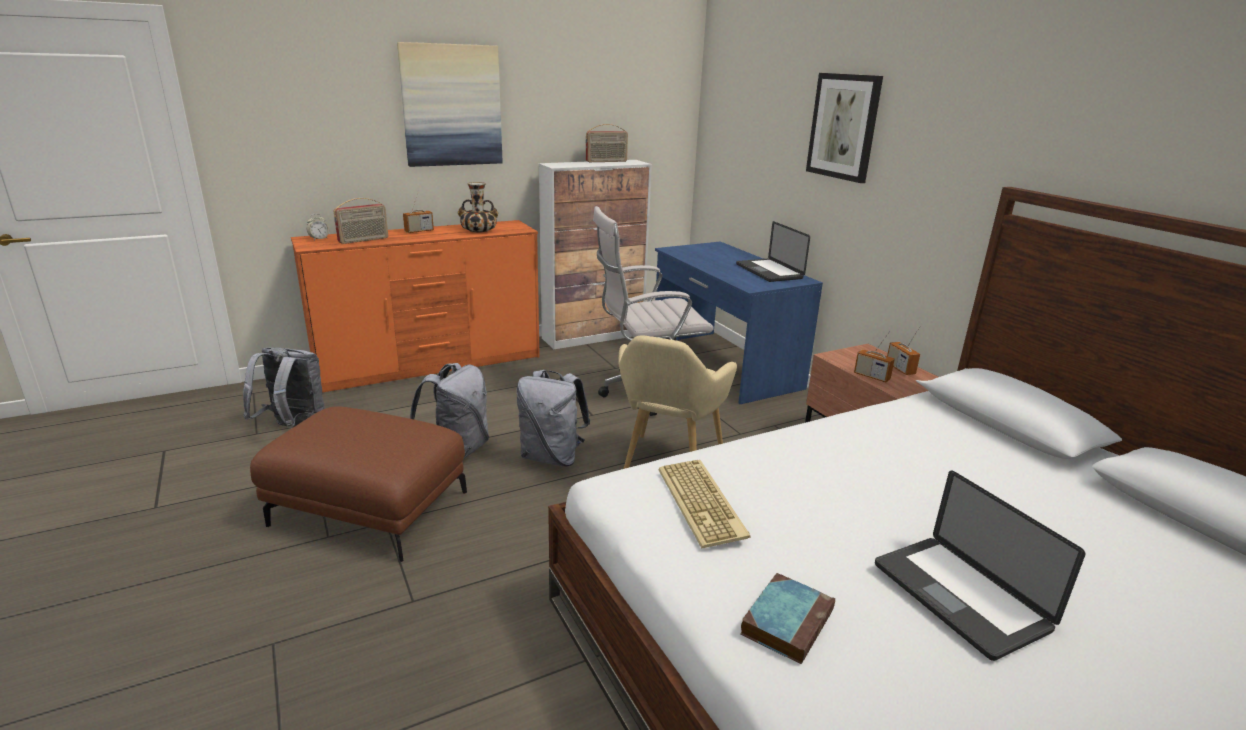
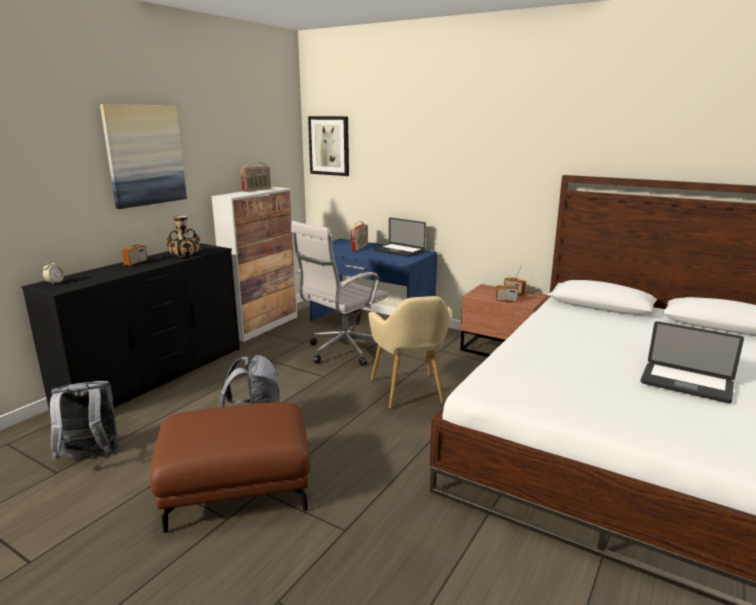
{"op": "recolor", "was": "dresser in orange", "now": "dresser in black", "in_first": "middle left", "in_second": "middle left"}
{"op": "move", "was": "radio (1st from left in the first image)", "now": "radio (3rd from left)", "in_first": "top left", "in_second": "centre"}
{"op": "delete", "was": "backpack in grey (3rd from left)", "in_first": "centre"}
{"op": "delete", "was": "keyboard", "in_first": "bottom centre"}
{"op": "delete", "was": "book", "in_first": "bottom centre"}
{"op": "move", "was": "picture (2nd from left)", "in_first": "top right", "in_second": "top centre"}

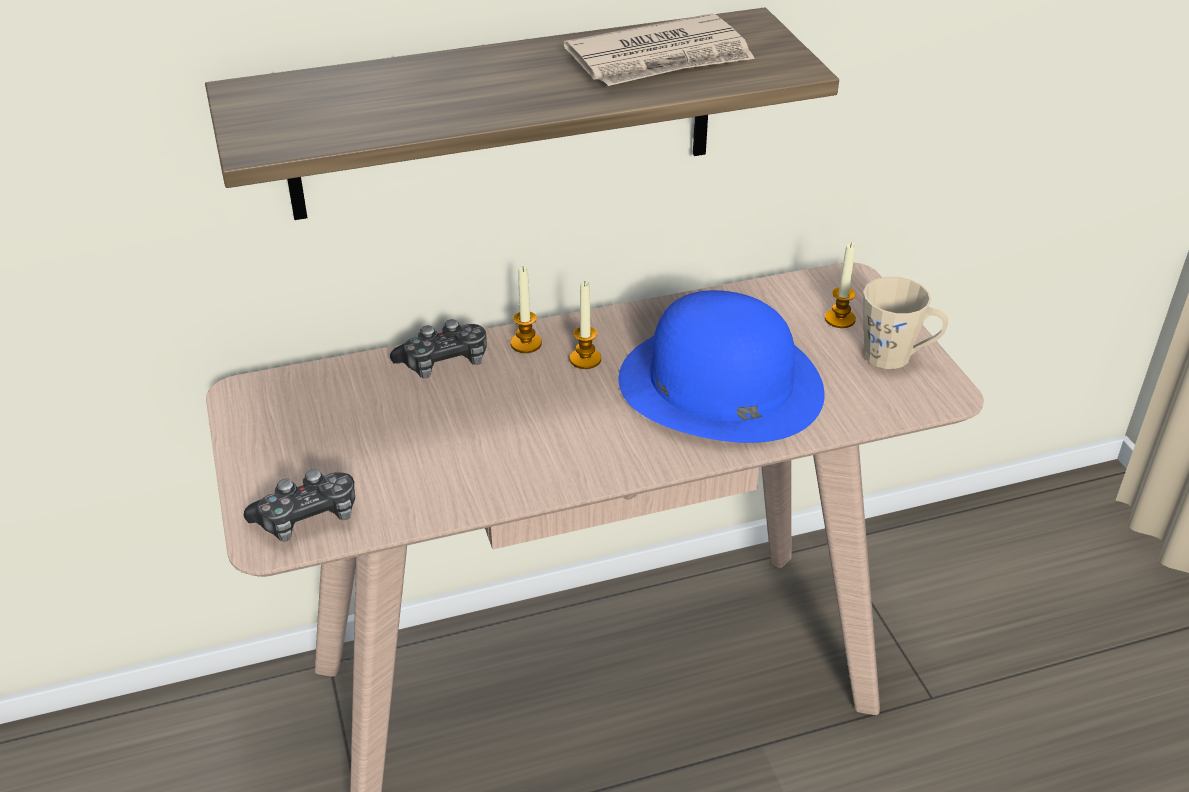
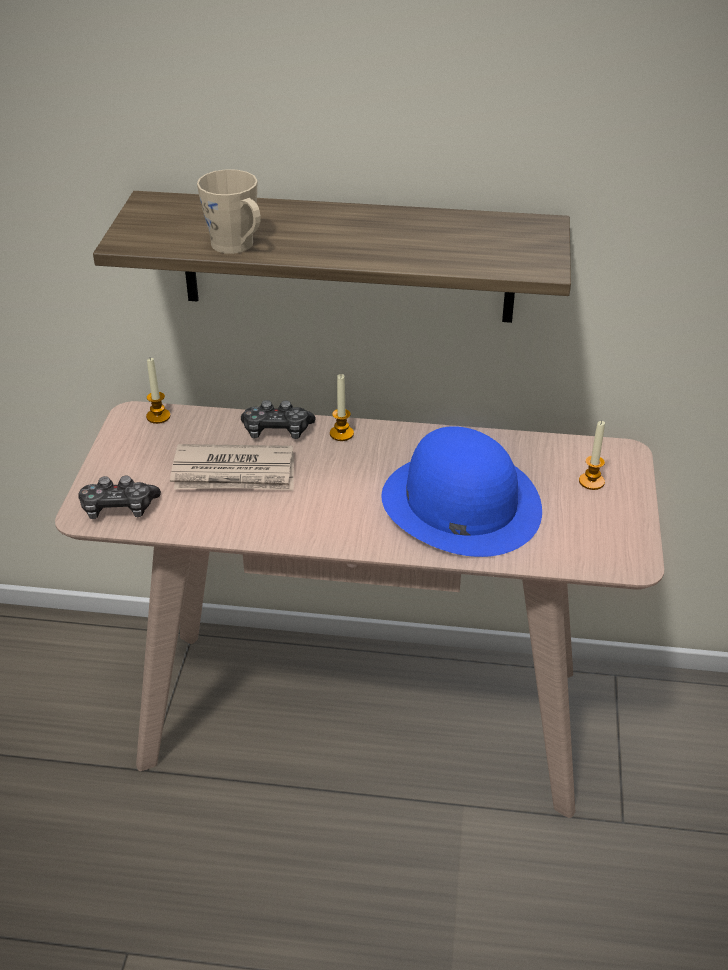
{"op": "move", "was": "newspaper", "in_first": "top centre", "in_second": "middle left"}
{"op": "move", "was": "candle (2nd from left in the first image)", "now": "candle (1st from left)", "in_first": "centre", "in_second": "middle left"}
{"op": "move", "was": "mug in beige", "in_first": "middle right", "in_second": "top left"}

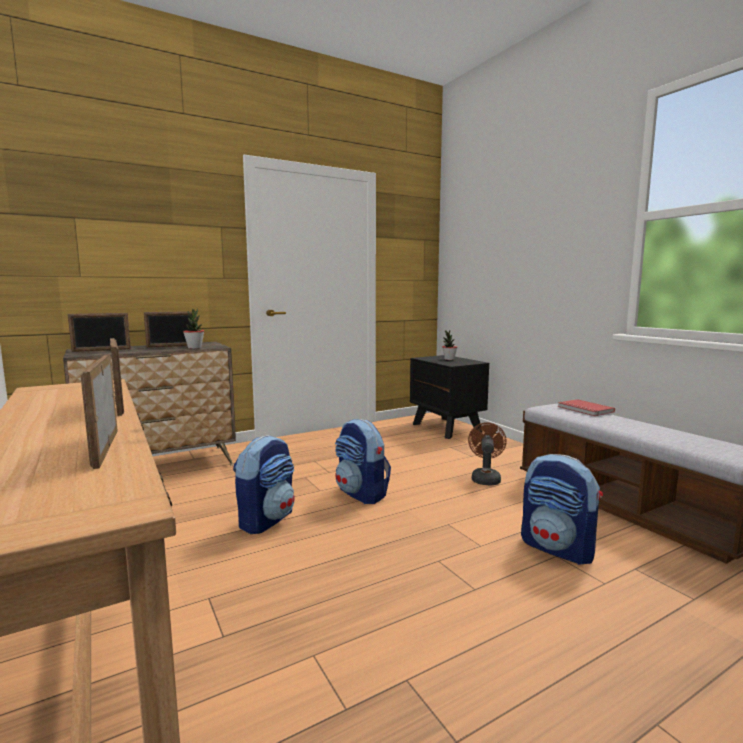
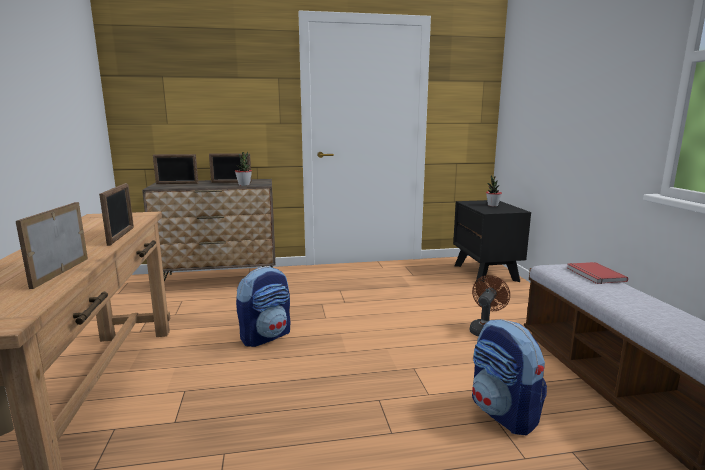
{"op": "delete", "was": "backpack (2nd from left)", "in_first": "centre"}

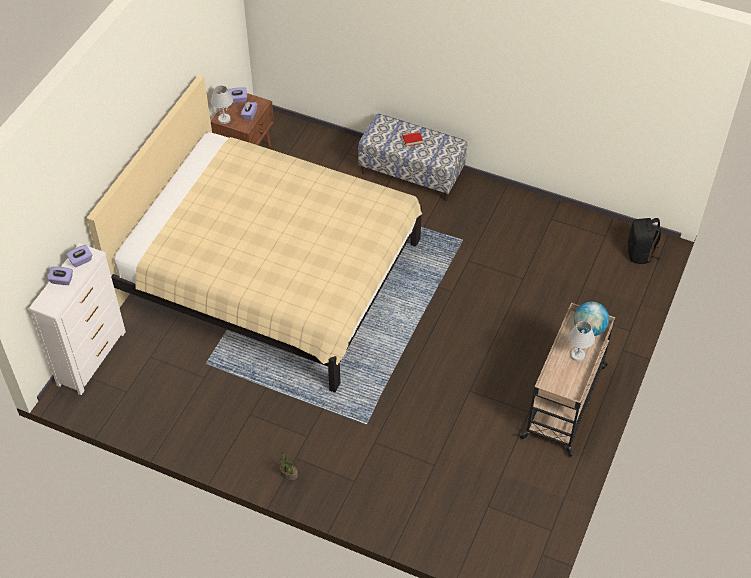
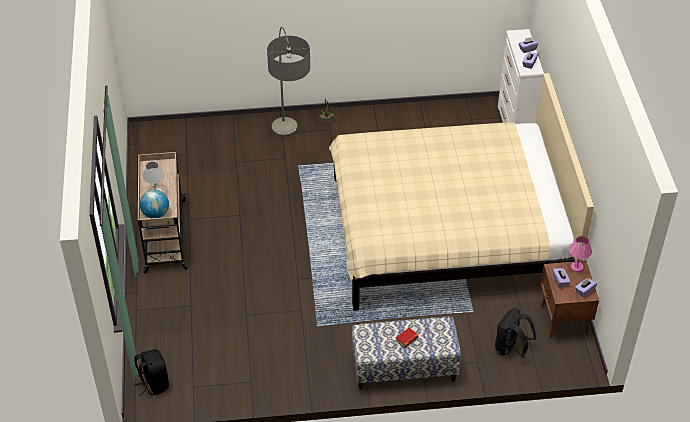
{"op": "recolor", "was": "table lamp in white (1st from left)", "now": "table lamp in pink", "in_first": "top left", "in_second": "middle right"}
{"op": "insert", "now": "floor lamp", "in_second": "top centre"}
{"op": "insert", "now": "backpack in black (2nd from left)", "in_second": "bottom right"}

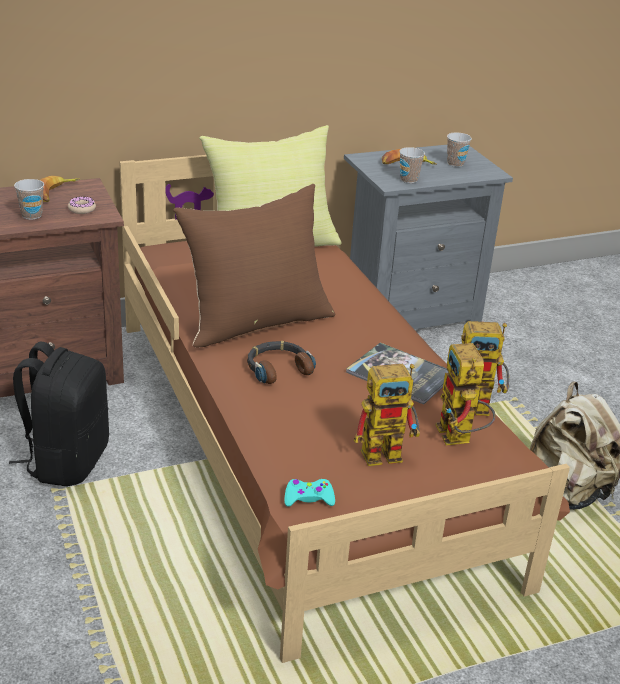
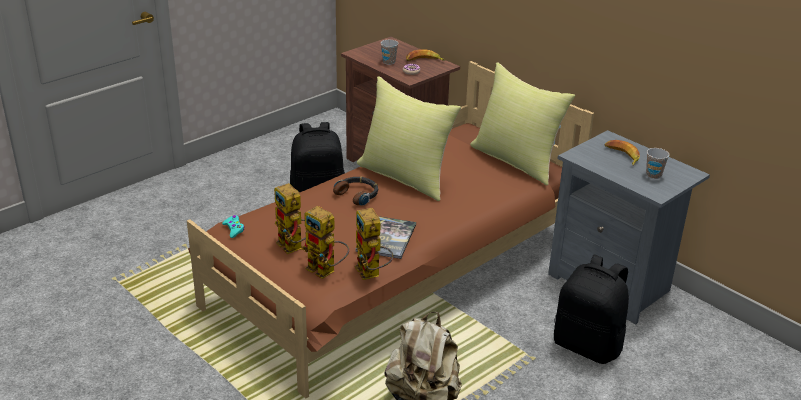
{"op": "recolor", "was": "pillow in brown", "now": "pillow in yellow (1st from left)", "in_first": "centre", "in_second": "centre"}
{"op": "delete", "was": "cup (2nd from left)", "in_first": "top centre"}
{"op": "rotate", "was": "toy robot (2nd from left)", "in_first": "middle right", "in_second": "centre", "clockwise": -105}
{"op": "insert", "now": "backpack in black (2nd from left)", "in_second": "bottom right"}

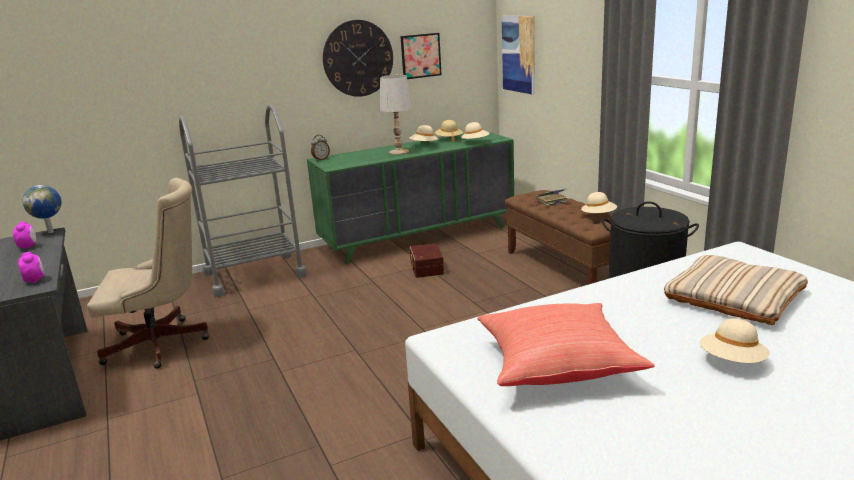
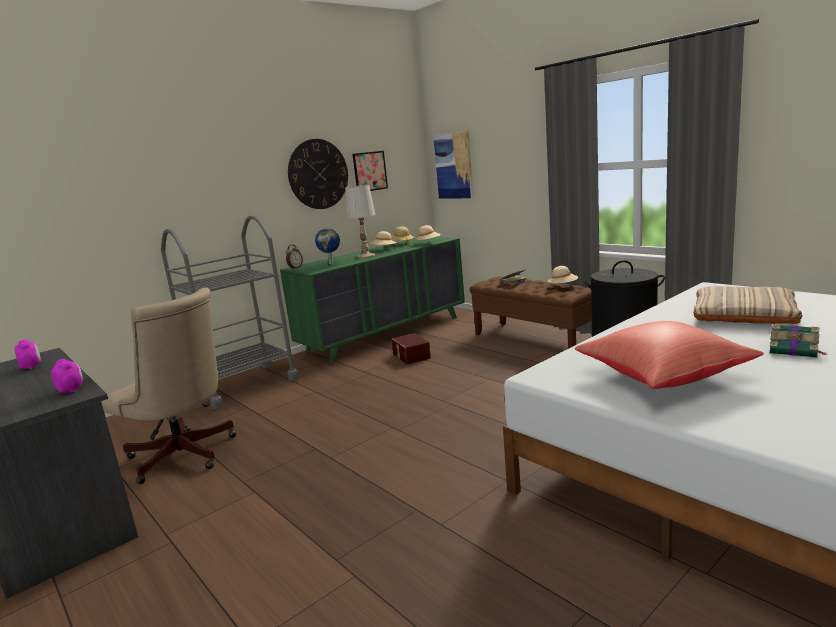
{"op": "move", "was": "globe", "in_first": "middle left", "in_second": "centre"}
{"op": "rotate", "was": "office chair in beige", "in_first": "middle left", "in_second": "middle left", "clockwise": 60}
{"op": "replace", "was": "hat in beige (5th from left)", "now": "book (2nd from left)", "in_first": "bottom right", "in_second": "middle right"}

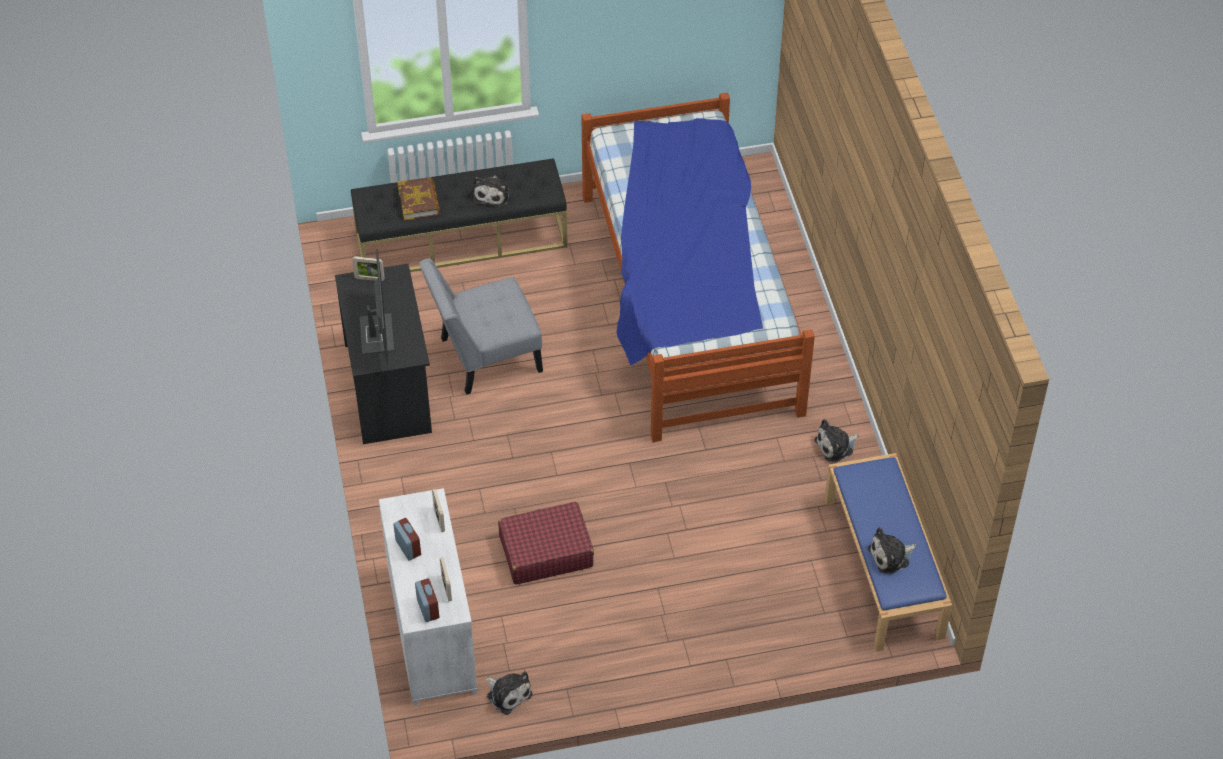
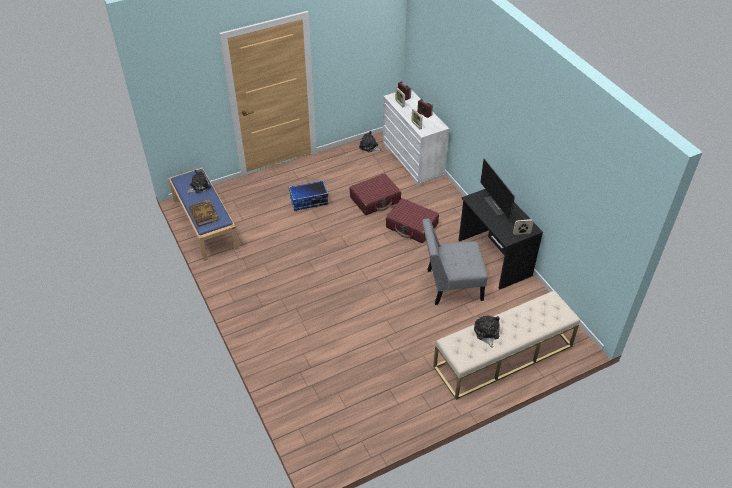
{"op": "recolor", "was": "bench in black", "now": "bench in beige", "in_first": "top centre", "in_second": "bottom right"}
{"op": "move", "was": "book", "in_first": "top centre", "in_second": "middle left"}
{"op": "rotate", "was": "chair in grey", "in_first": "centre", "in_second": "centre", "clockwise": -150}
{"op": "delete", "was": "bed", "in_first": "centre"}
{"op": "delete", "was": "plush toy (3rd from left)", "in_first": "middle right"}
{"op": "insert", "now": "storage box", "in_second": "centre"}
{"op": "insert", "now": "suitcase in red (2nd from left)", "in_second": "centre"}

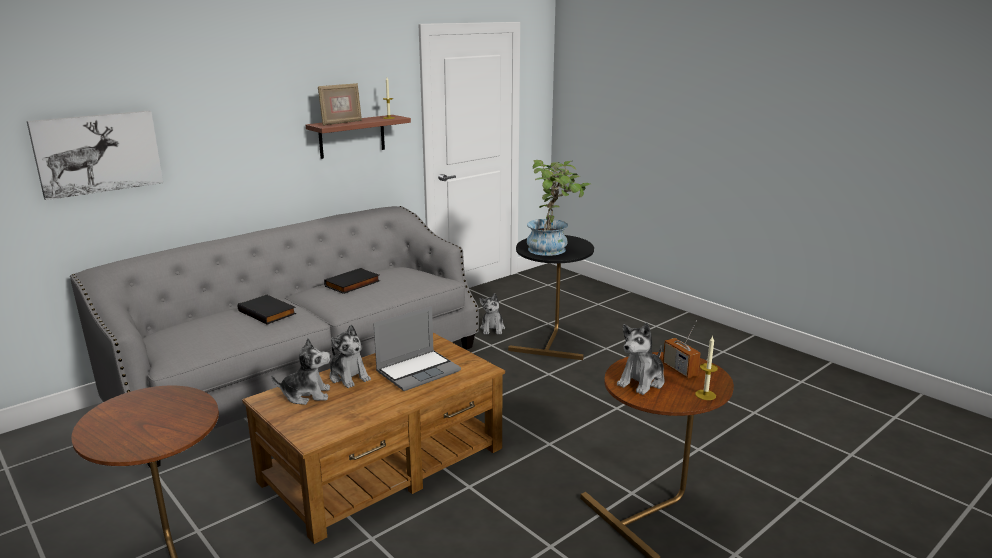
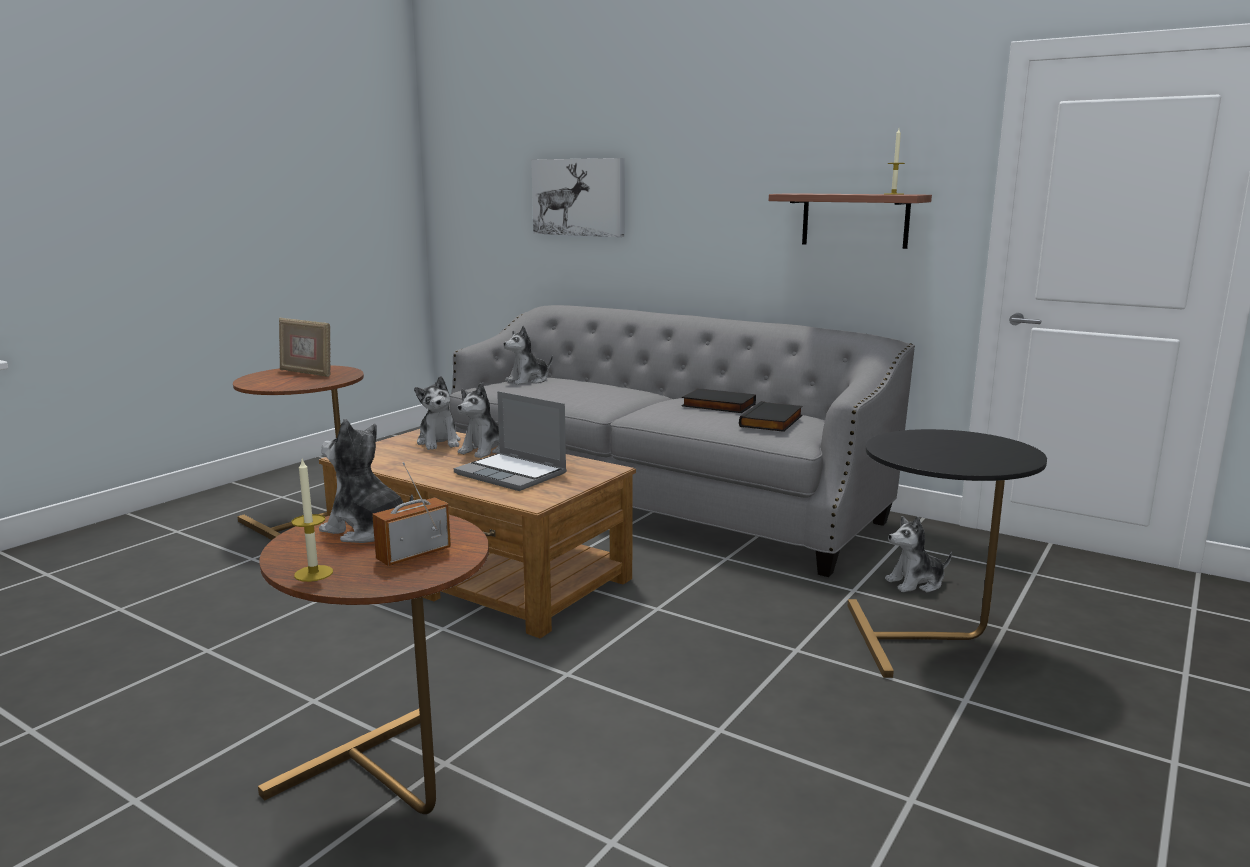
{"op": "move", "was": "book in black (1st from left in the first image)", "now": "book in black (2nd from left)", "in_first": "middle left", "in_second": "centre"}
{"op": "move", "was": "picture frame", "in_first": "top centre", "in_second": "middle left"}
{"op": "delete", "was": "potted plant", "in_first": "centre"}
{"op": "insert", "now": "plush toy (4th from left)", "in_second": "centre"}

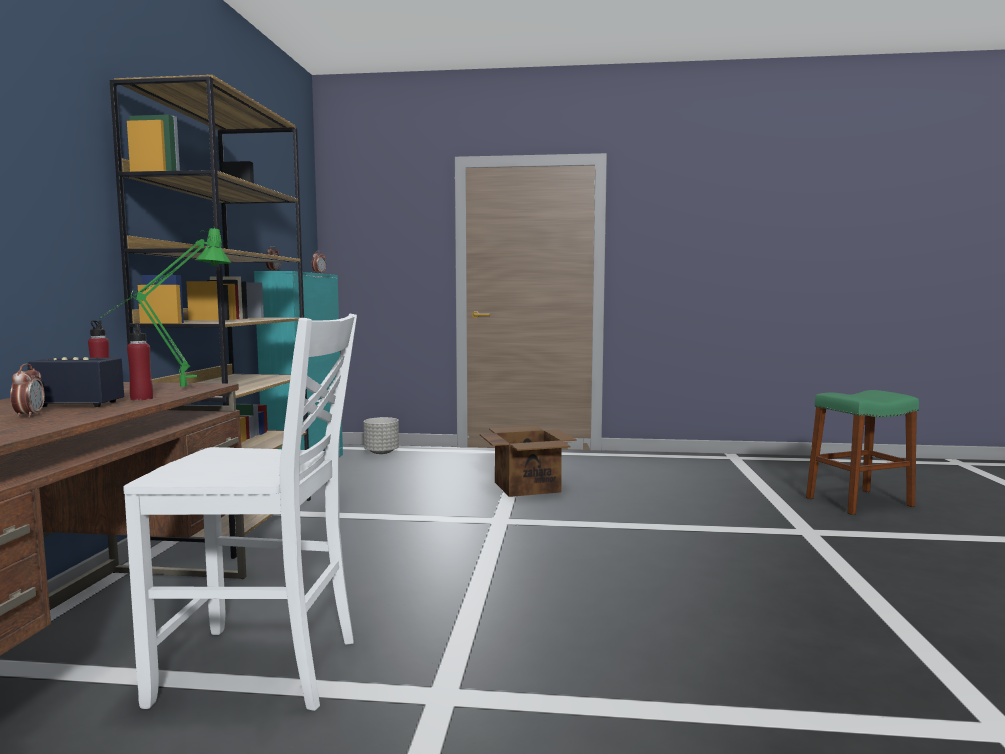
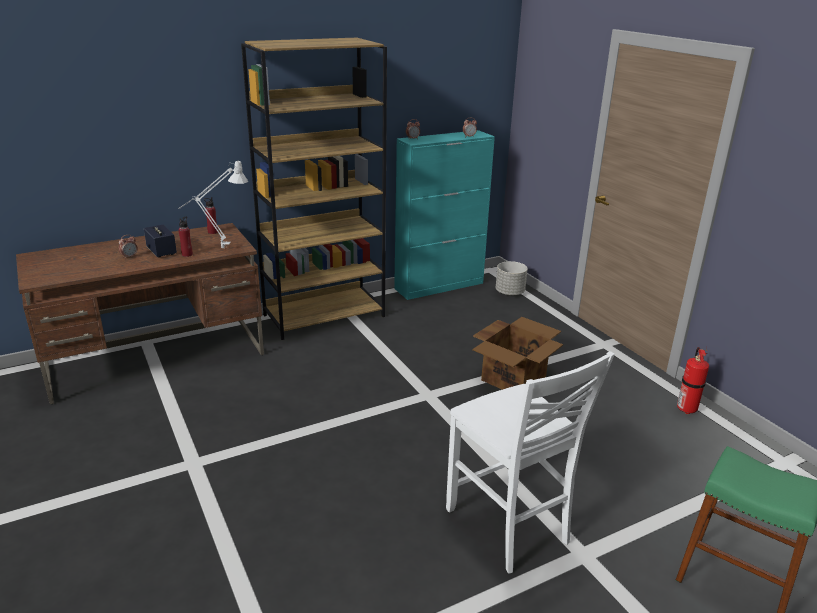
{"op": "recolor", "was": "table lamp in green", "now": "table lamp in grey", "in_first": "middle left", "in_second": "top left"}
{"op": "move", "was": "chair in white", "in_first": "bottom left", "in_second": "bottom centre"}
{"op": "insert", "now": "fire extinguisher", "in_second": "middle right"}

